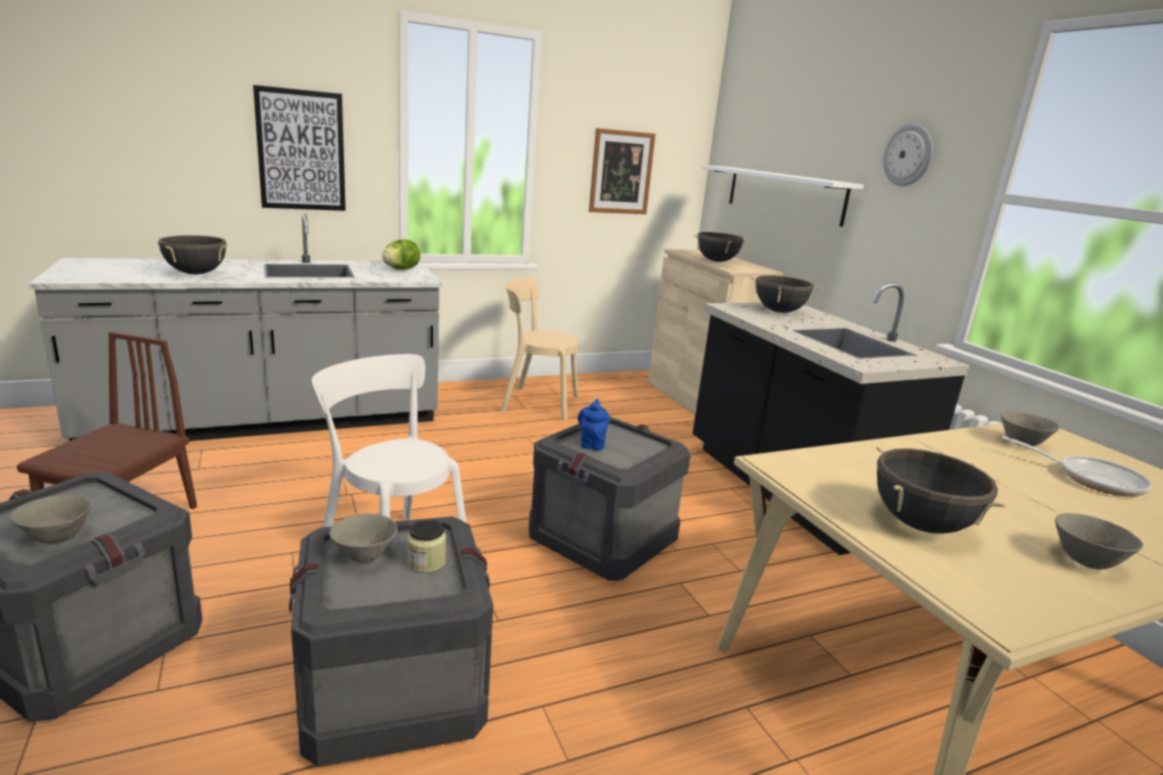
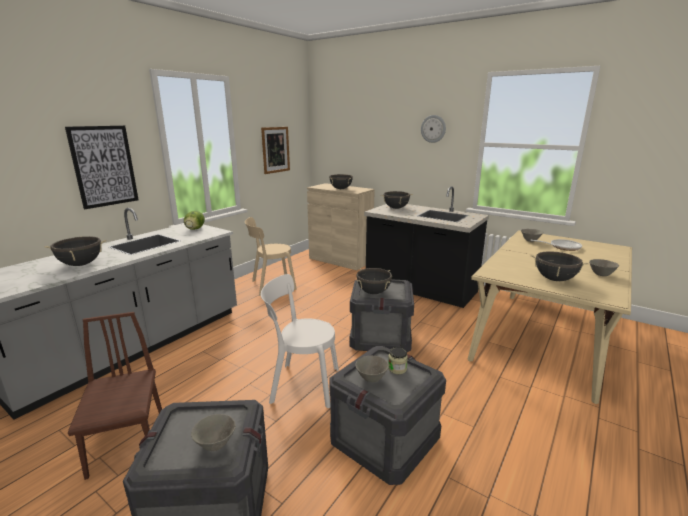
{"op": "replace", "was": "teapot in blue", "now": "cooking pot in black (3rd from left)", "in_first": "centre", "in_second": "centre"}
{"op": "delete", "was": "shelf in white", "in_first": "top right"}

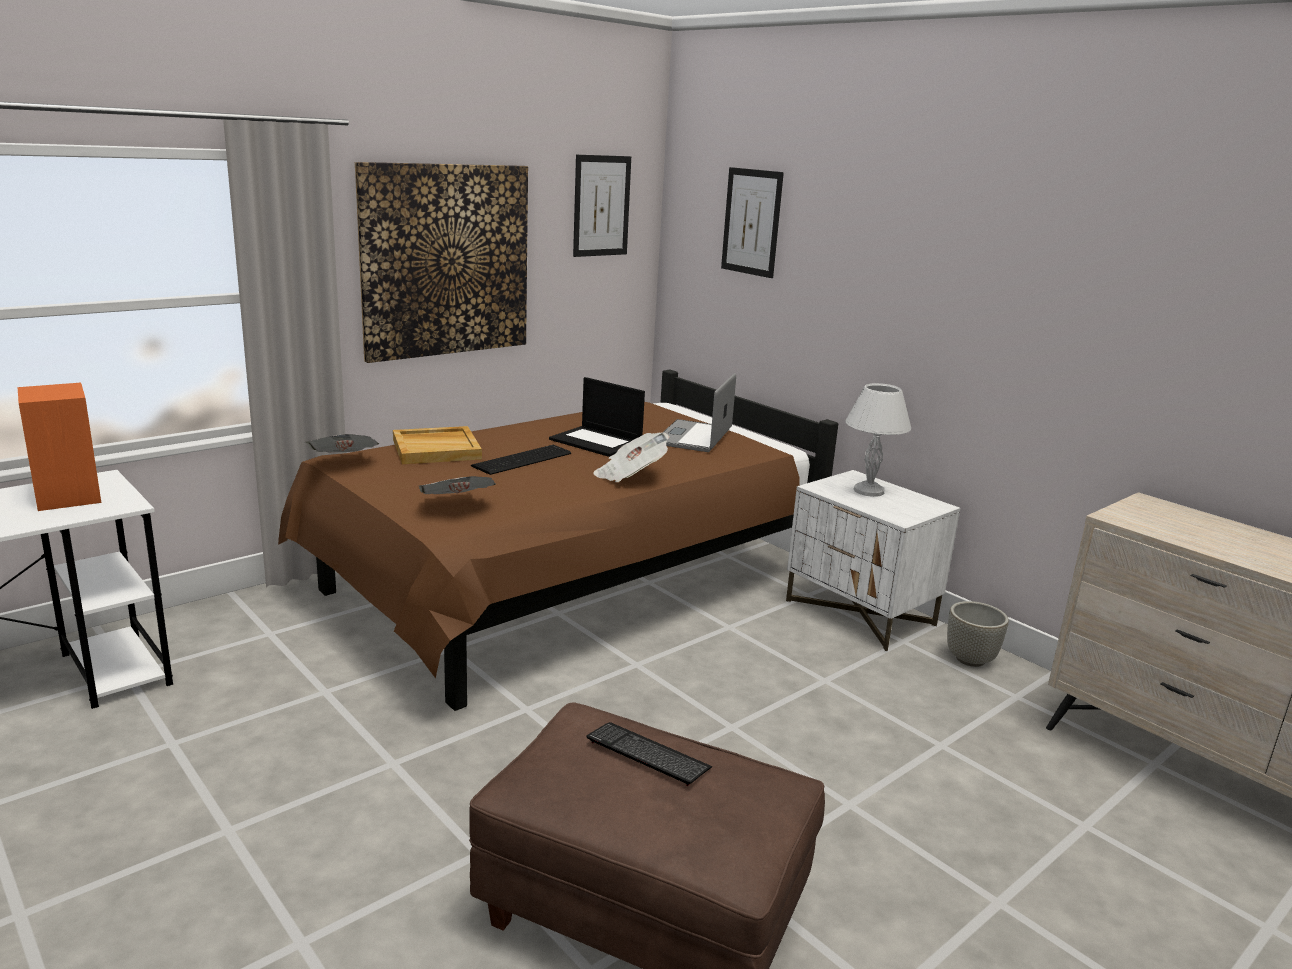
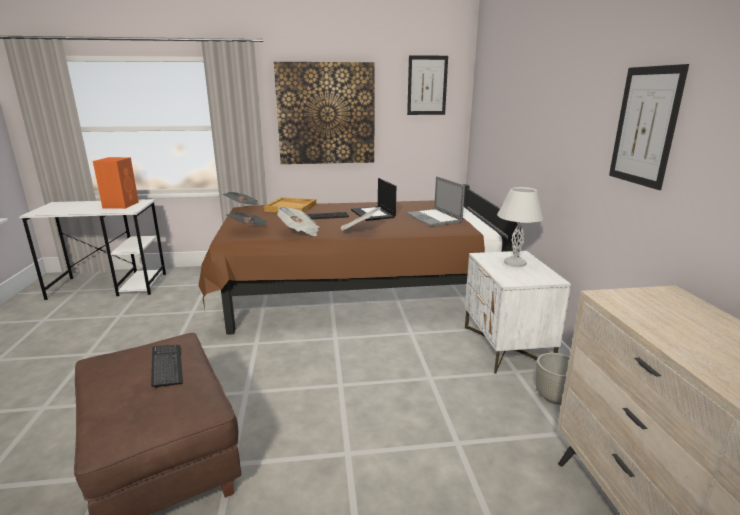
{"op": "rotate", "was": "laptop (2nd from left)", "in_first": "centre", "in_second": "centre", "clockwise": -75}
{"op": "move", "was": "picture (3rd from left)", "in_first": "top centre", "in_second": "top right"}
{"op": "insert", "now": "newspaper (3rd from left)", "in_second": "centre"}

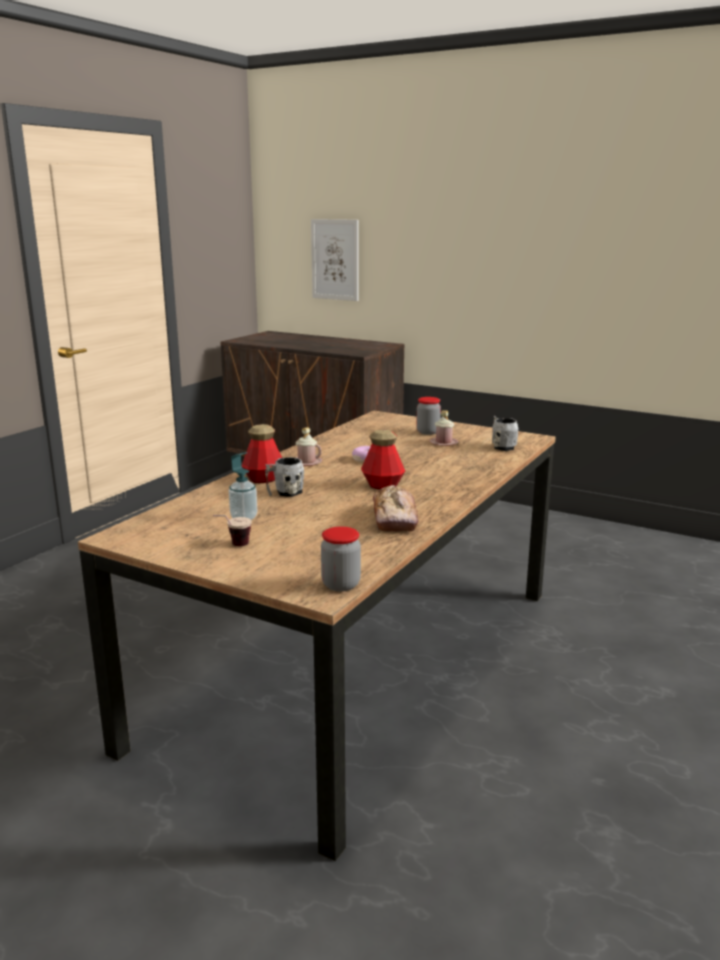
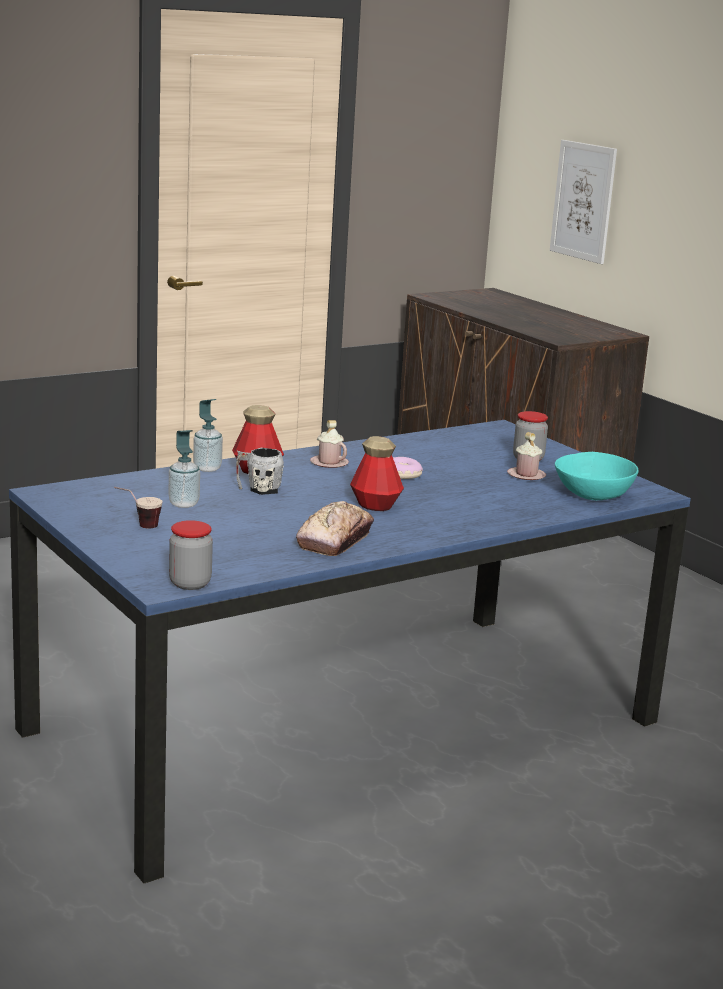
{"op": "recolor", "was": "dining table in brown", "now": "dining table in blue", "in_first": "centre", "in_second": "centre"}
{"op": "replace", "was": "mug in grey (2nd from left)", "now": "bowl in turquoise", "in_first": "middle right", "in_second": "middle right"}
{"op": "insert", "now": "soap dispenser (2nd from left)", "in_second": "middle left"}

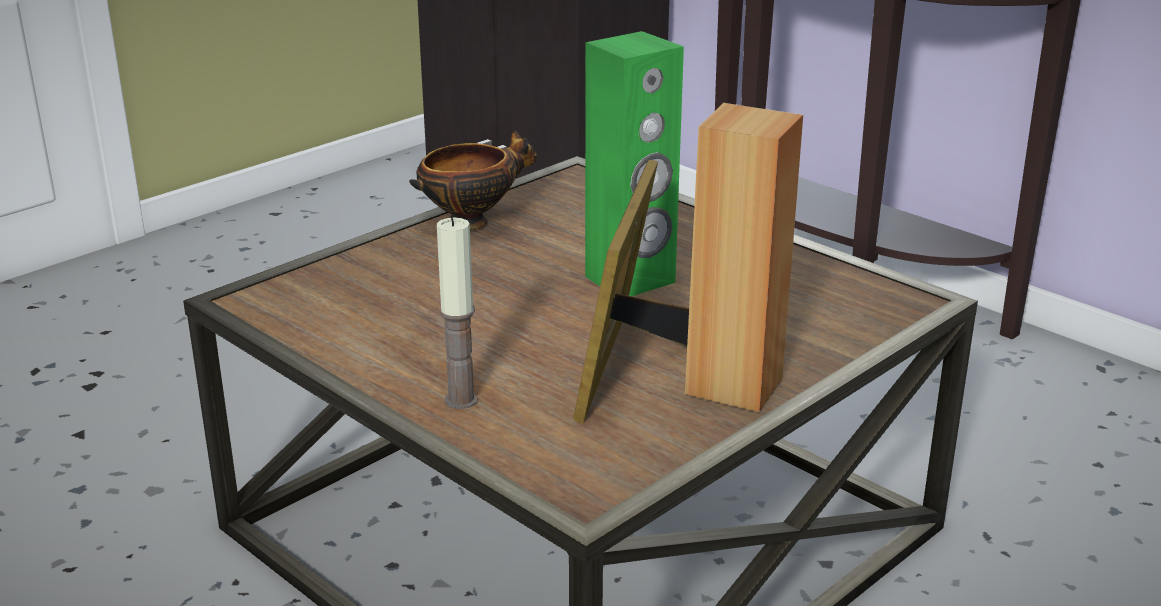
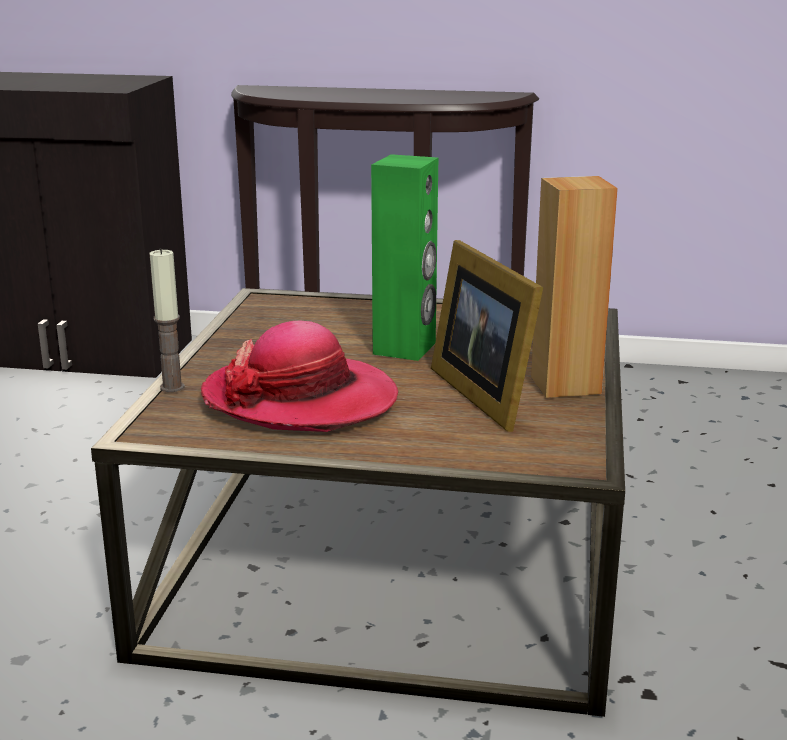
{"op": "delete", "was": "bowl", "in_first": "top centre"}
{"op": "move", "was": "candle", "in_first": "centre", "in_second": "middle left"}
{"op": "insert", "now": "hat", "in_second": "centre"}

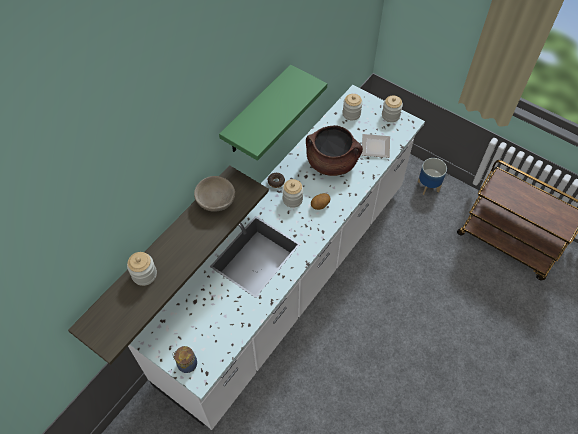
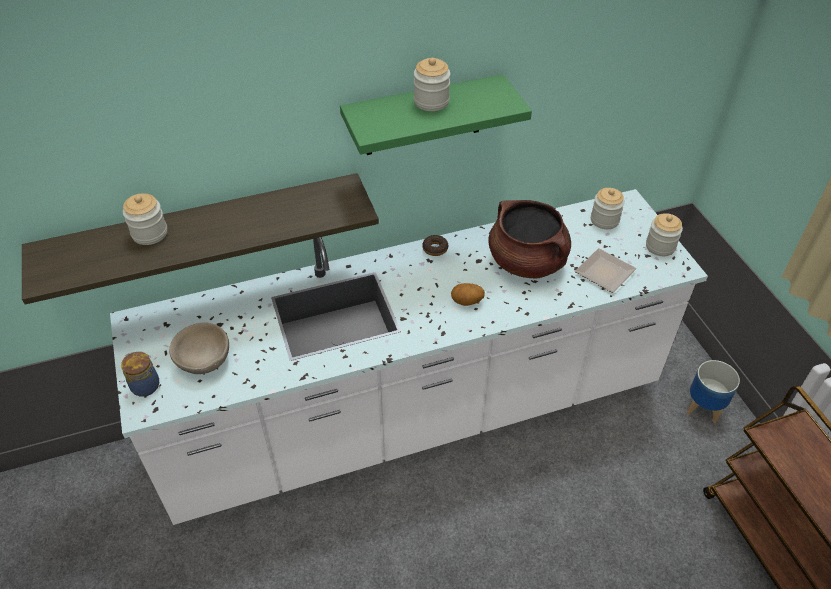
{"op": "move", "was": "bowl in beige", "in_first": "centre", "in_second": "middle left"}
{"op": "move", "was": "jar (3rd from left)", "in_first": "centre", "in_second": "top centre"}

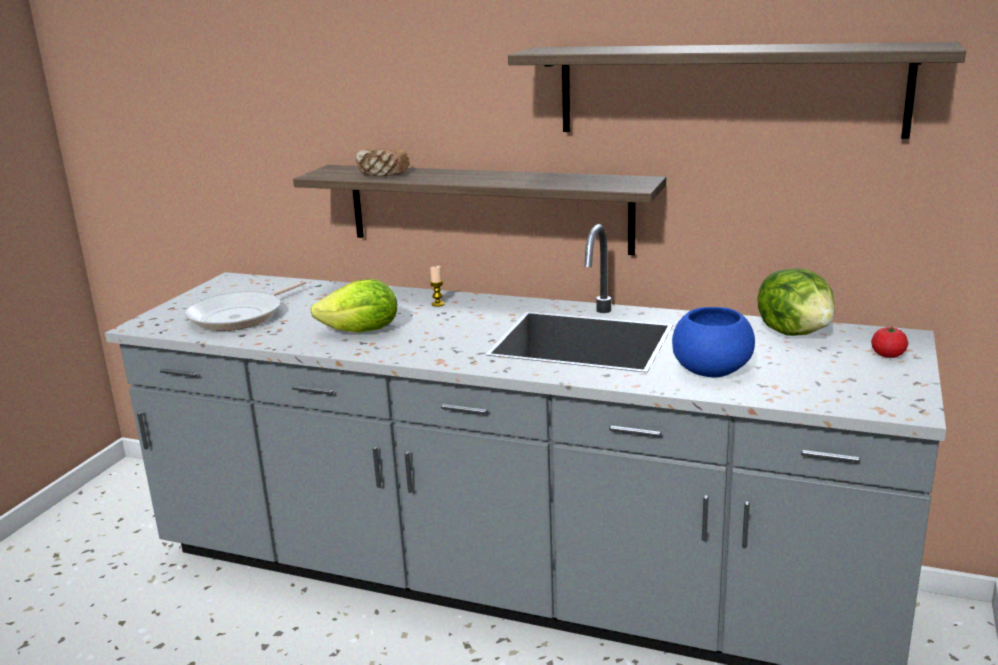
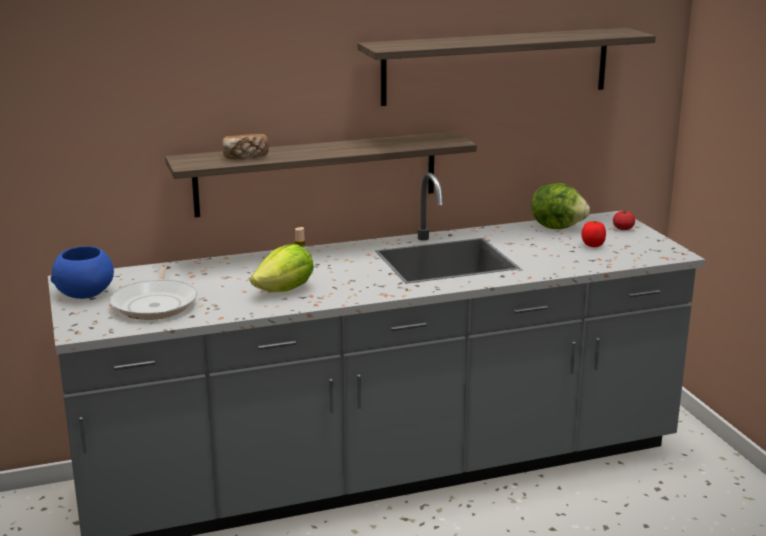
{"op": "move", "was": "bowl in blue", "in_first": "middle right", "in_second": "middle left"}
{"op": "insert", "now": "tomato (1st from left)", "in_second": "middle right"}

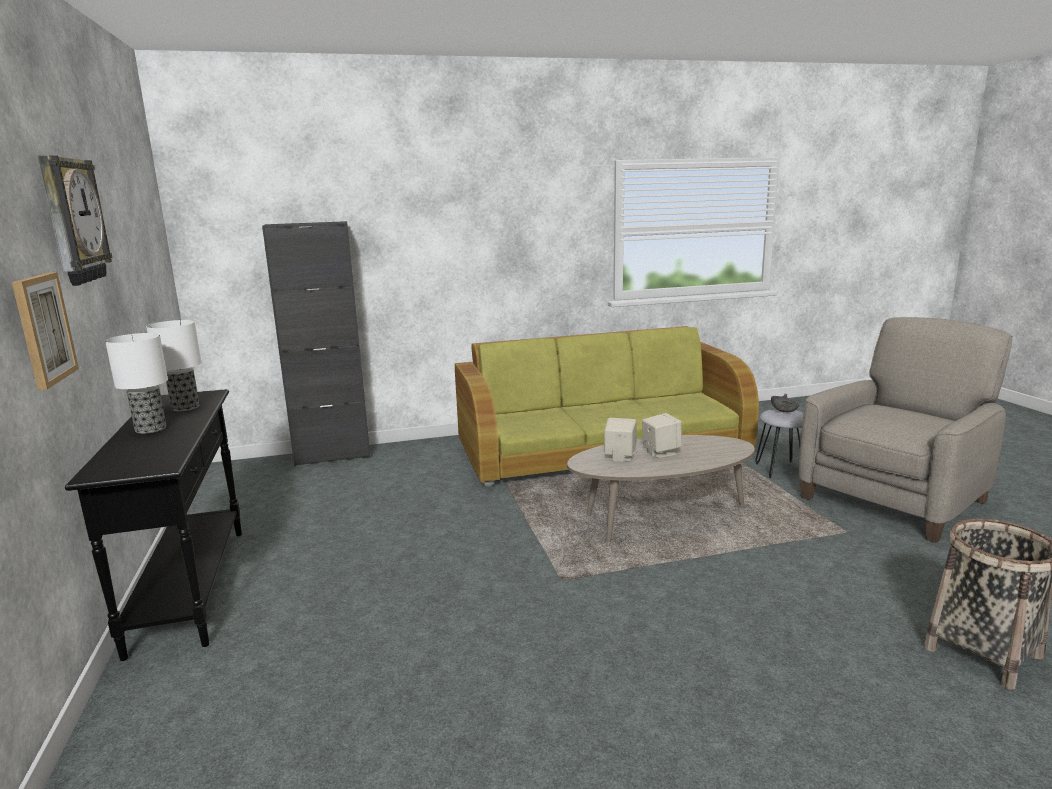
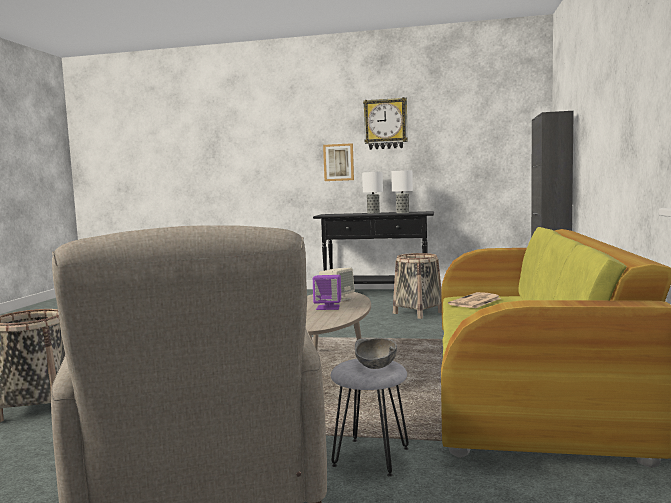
{"op": "recolor", "was": "speaker in beige (2nd from left)", "now": "speaker in purple", "in_first": "centre", "in_second": "centre"}
{"op": "insert", "now": "basket (2nd from left)", "in_second": "centre"}
{"op": "insert", "now": "newspaper", "in_second": "middle right"}

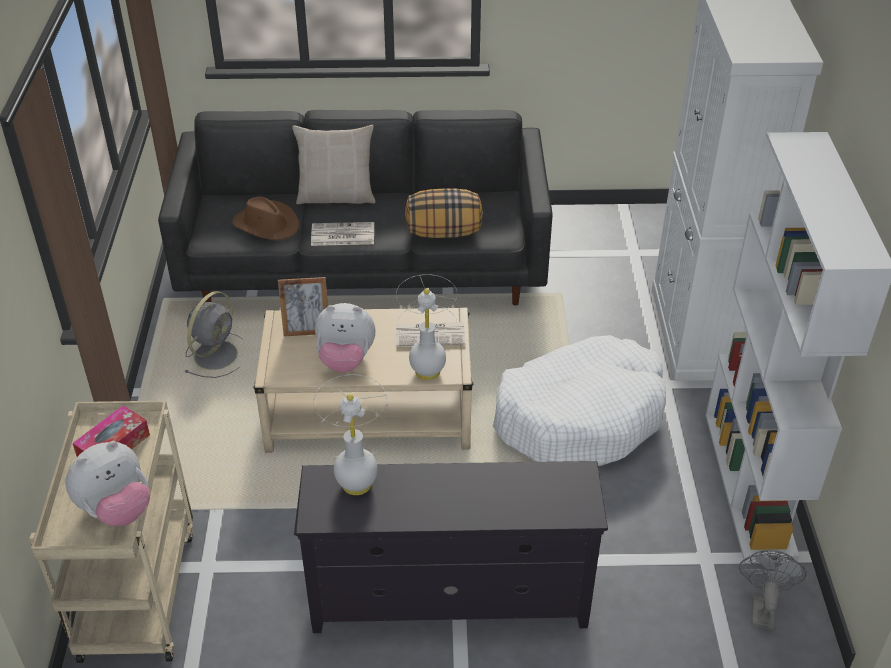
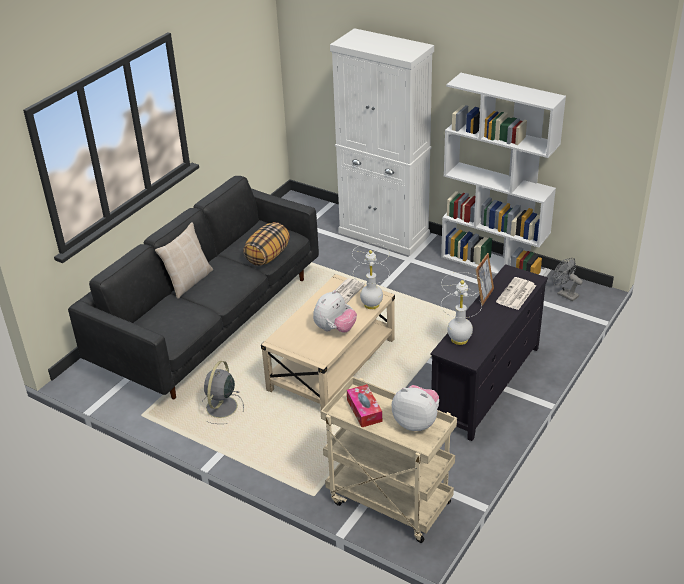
{"op": "rotate", "was": "plush toy (1st from left in the first image)", "in_first": "bottom left", "in_second": "bottom centre", "clockwise": -60}
{"op": "rotate", "was": "fan in grey (1st from left)", "in_first": "middle left", "in_second": "bottom left", "clockwise": -135}
{"op": "delete", "was": "hat in brown", "in_first": "top left"}
{"op": "move", "was": "picture frame", "in_first": "centre", "in_second": "middle right"}
{"op": "move", "was": "newspaper (1st from left in the first image)", "now": "newspaper (2nd from left)", "in_first": "centre", "in_second": "middle right"}
{"op": "delete", "was": "dog bed in white", "in_first": "centre"}

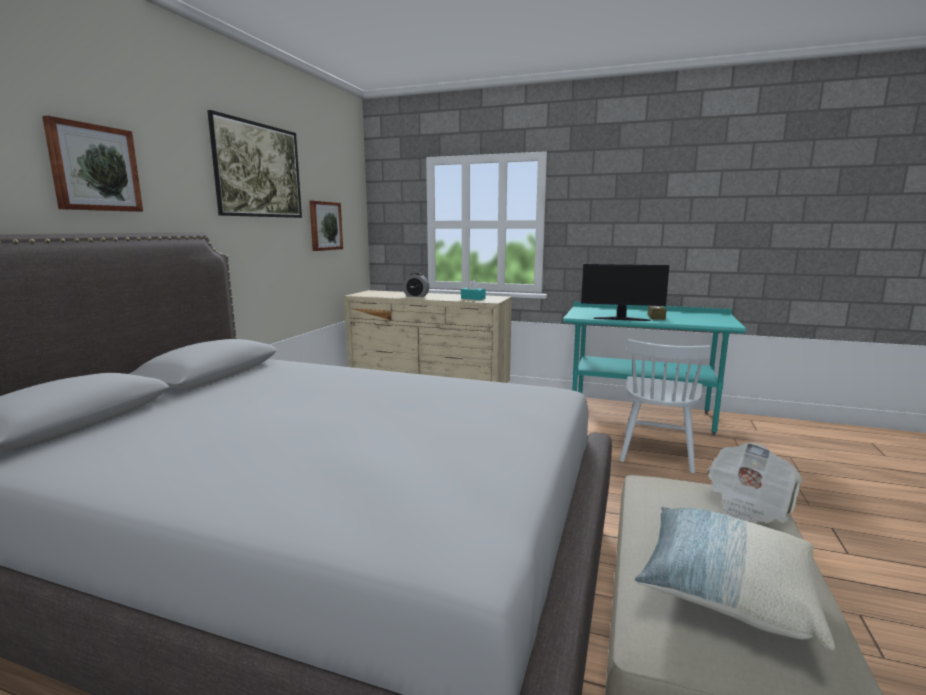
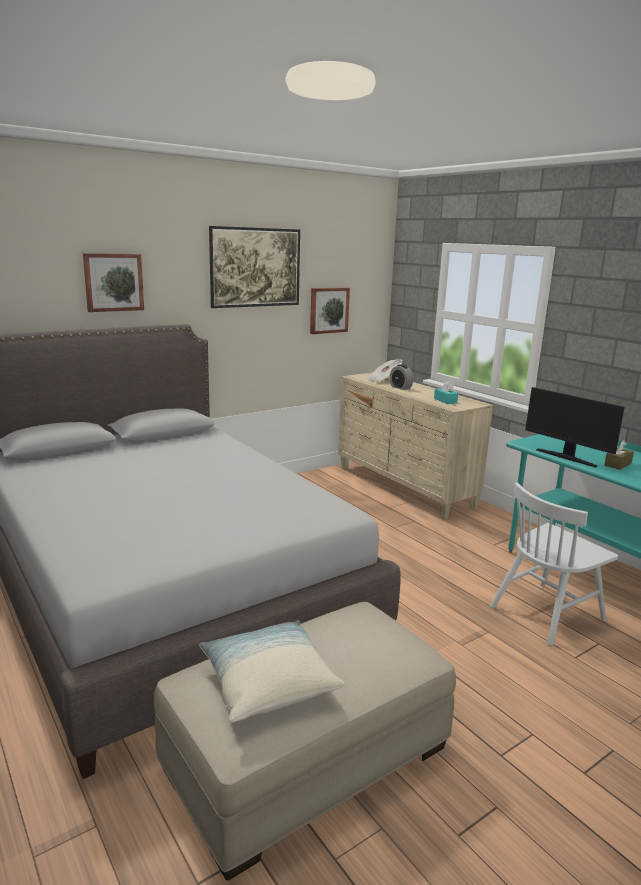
{"op": "move", "was": "newspaper", "in_first": "bottom right", "in_second": "centre"}

